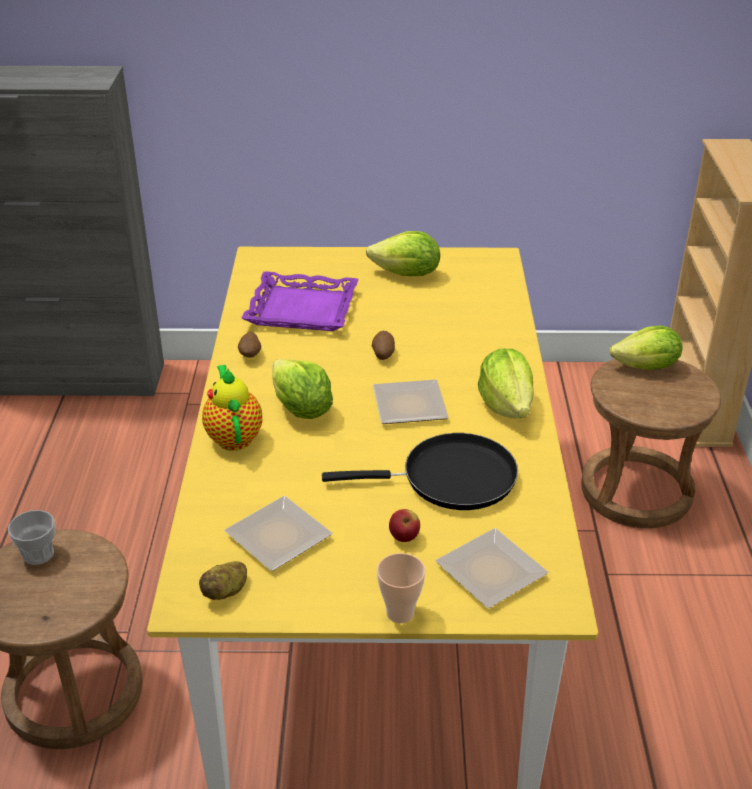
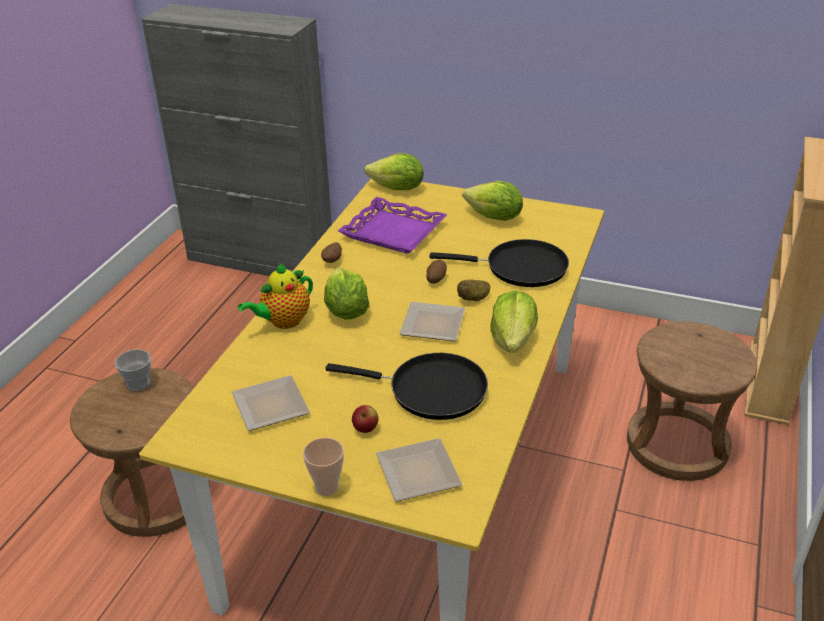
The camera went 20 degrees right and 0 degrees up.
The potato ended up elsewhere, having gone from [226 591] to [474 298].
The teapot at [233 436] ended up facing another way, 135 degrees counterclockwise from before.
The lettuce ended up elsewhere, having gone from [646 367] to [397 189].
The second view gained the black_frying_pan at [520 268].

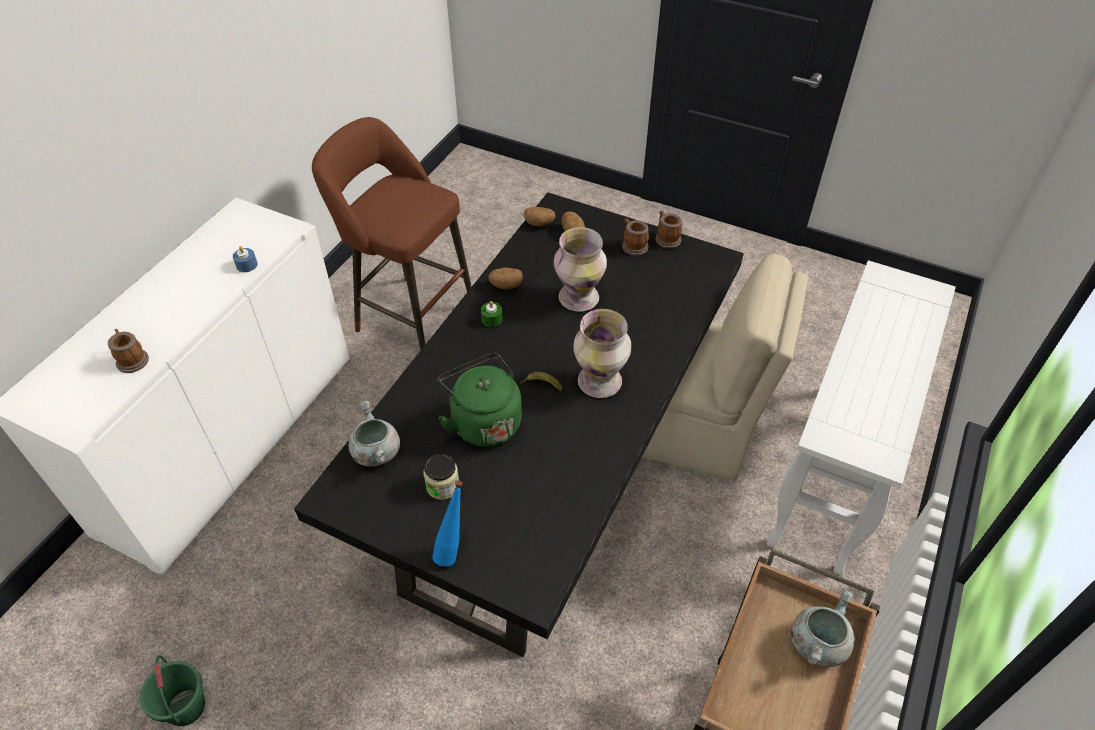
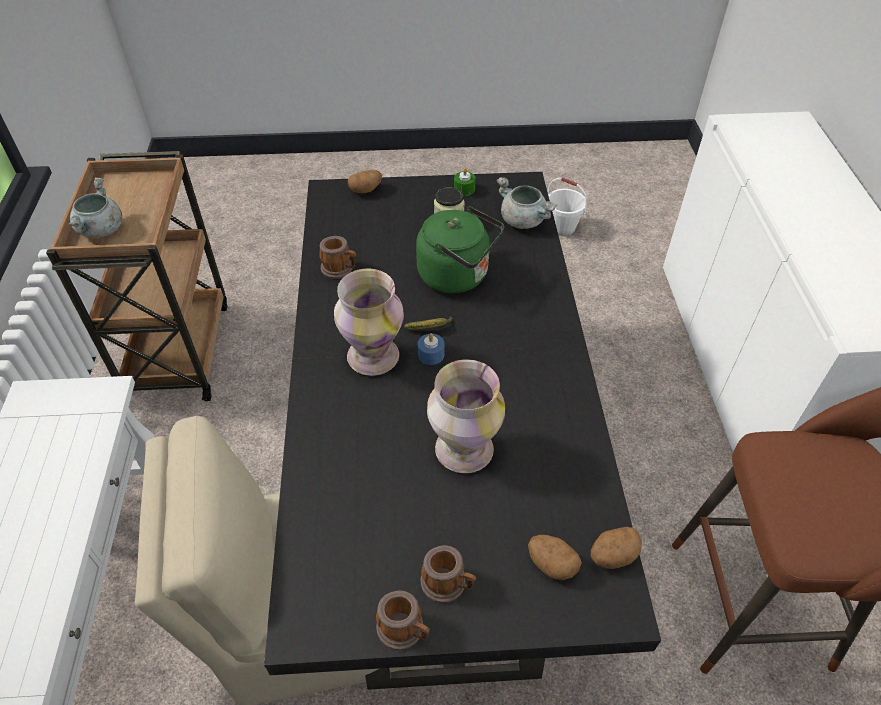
The camera went 150 degrees right and 0 degrees up.
The mug ended up elsewhere, having gone from [131 359] to [340 269].
What was the green_bucket at [185 707] turned into the white_bucket at [562 227].
The blue_candle ended up elsewhere, having gone from [247 265] to [431 355].
The second view lost the blue_bottle at [453 549].
The green_candle ended up elsewhere, having gone from [492 319] to [464 189].
The potato ended up elsewhere, having gone from [506 285] to [366 190].

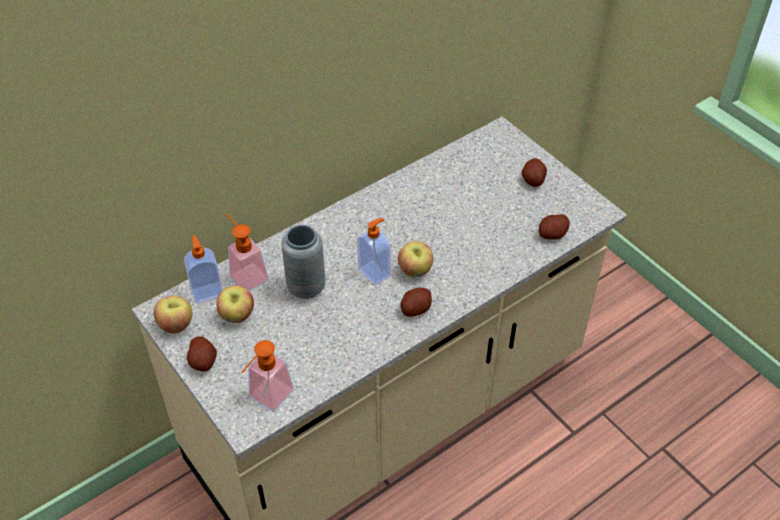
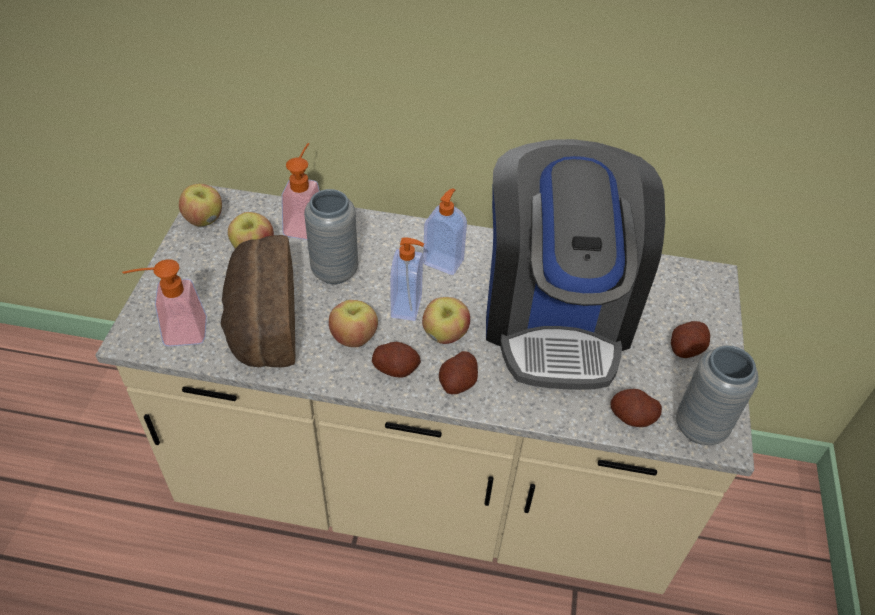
The camera went 45 degrees right and 0 degrees up.
The soap_dispenser ended up elsewhere, having gone from [207 292] to [444 261].
The potato ended up elsewhere, having gone from [203 361] to [458 382].
The second view gained the bread at [261 321].
The second view gained the apple at [354 337].
The second view gained the coffee_machine at [556 315].
The second view gained the grey_vase at [700 427].

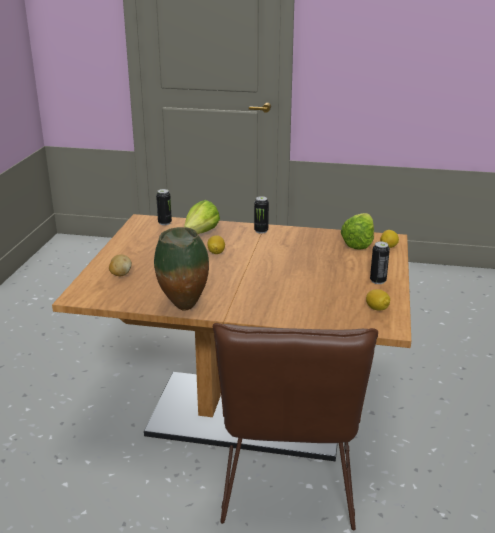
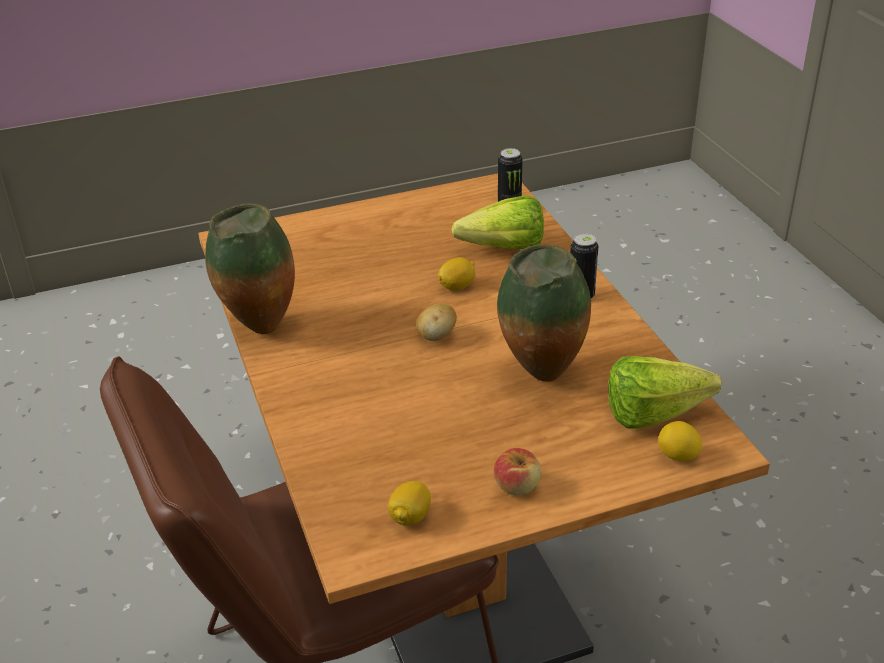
The camera went 60 degrees right and 10 degrees up.
The potato ended up elsewhere, having gone from [120 274] to [436 336].
Where the can stood at [378 281], the apple came to stand at [517 486].
The second view gained the vase at [541 377].

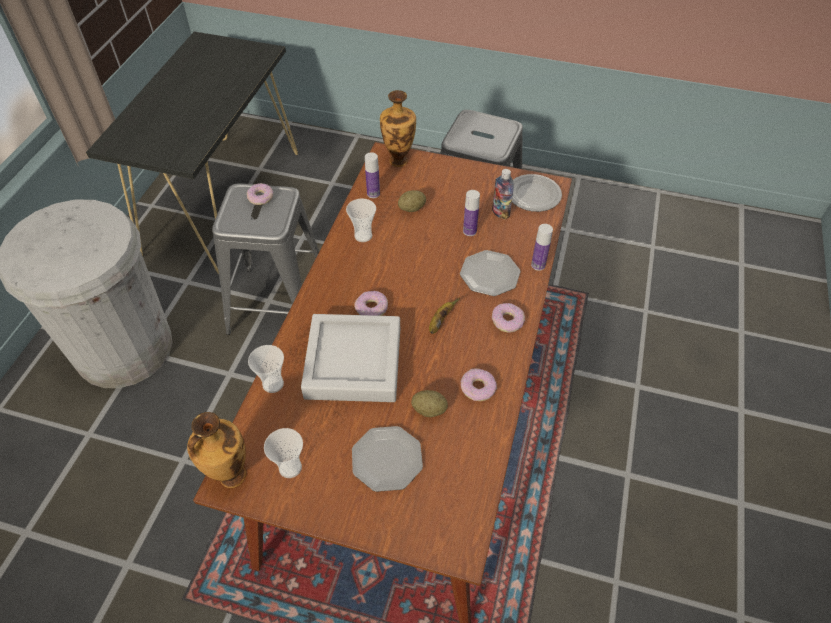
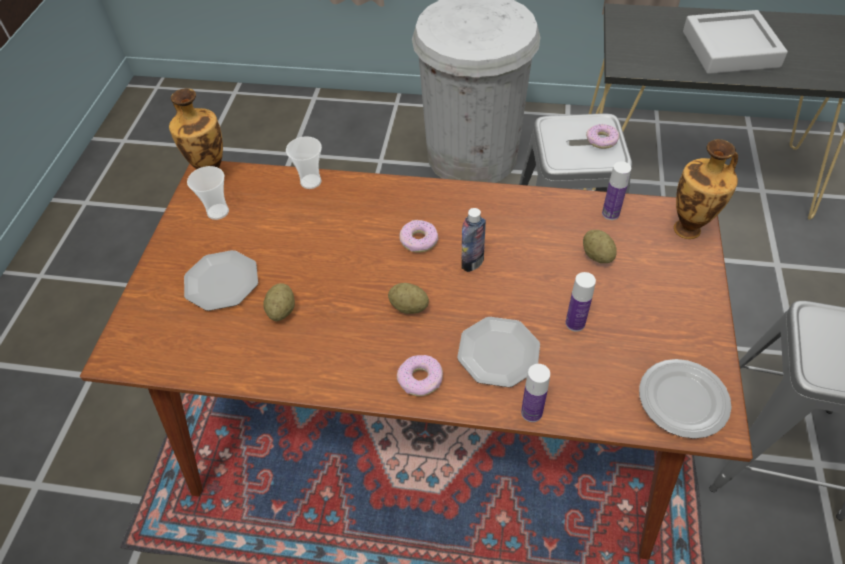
The camera went 85 degrees right and 0 degrees up.
The grey_tray ended up elsewhere, having gone from [353 363] to [730 49].
The second view lost the cup at [363 236].
Where the banana stood at [440 321], the potato came to stand at [409 307].
The second view lost the donut at [477 388].
The bottle ended up elsewhere, having gone from [500 213] to [472 262].

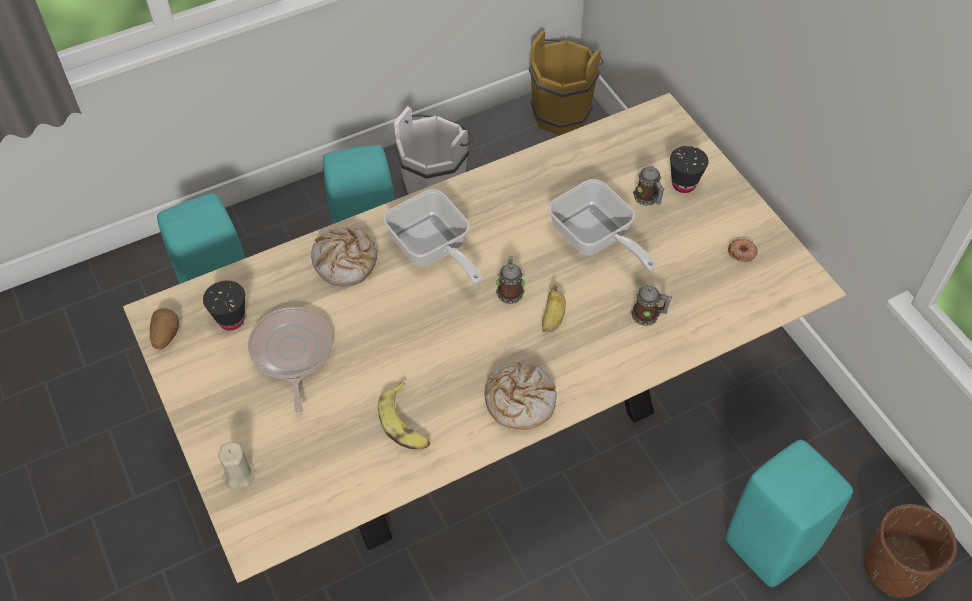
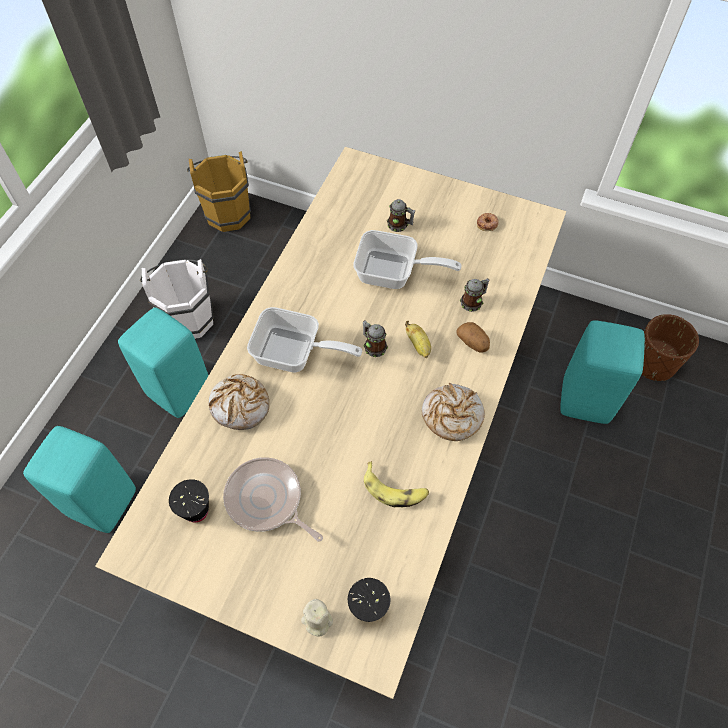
The camera went 40 degrees left and 5 degrees up.
The potato ended up elsewhere, having gone from [165 336] to [473 343].
The black_cup ended up elsewhere, having gone from [683 184] to [368 608].

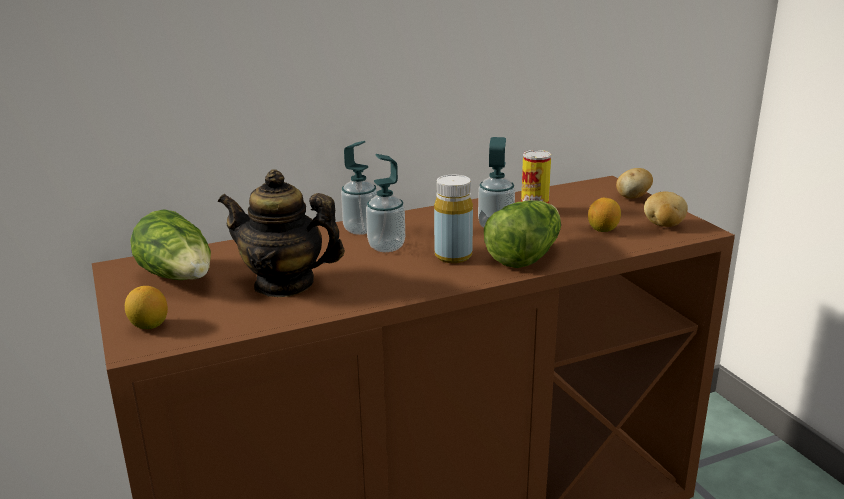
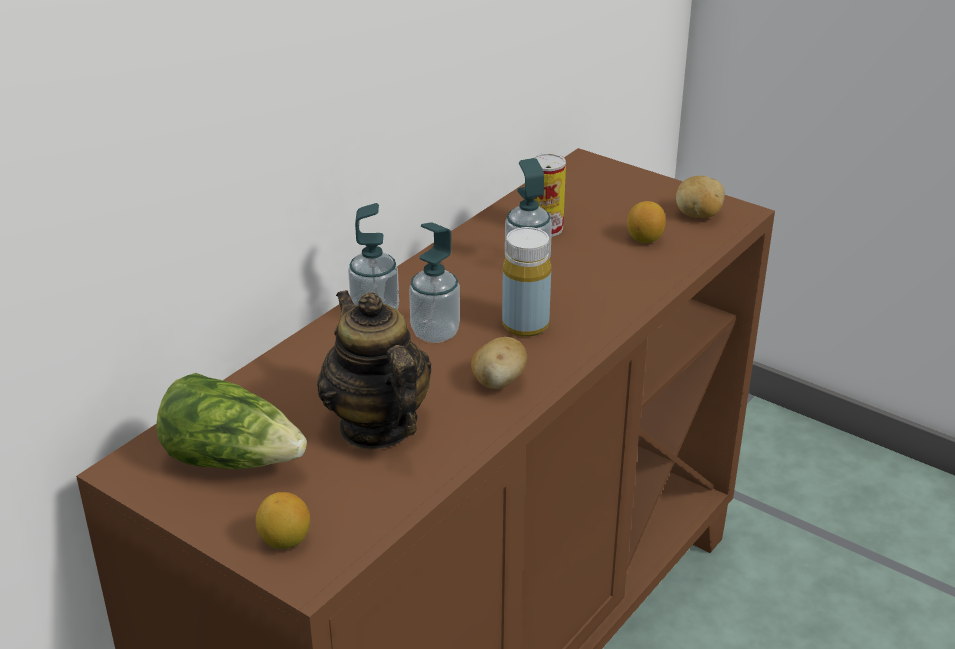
The camera went 30 degrees left and 10 degrees up.
The teapot at [284 284] ended up facing another way, 75 degrees clockwise from before.
The second view lost the lettuce at [524 255].
The potato ended up elsewhere, having gone from [632 197] to [499 382].

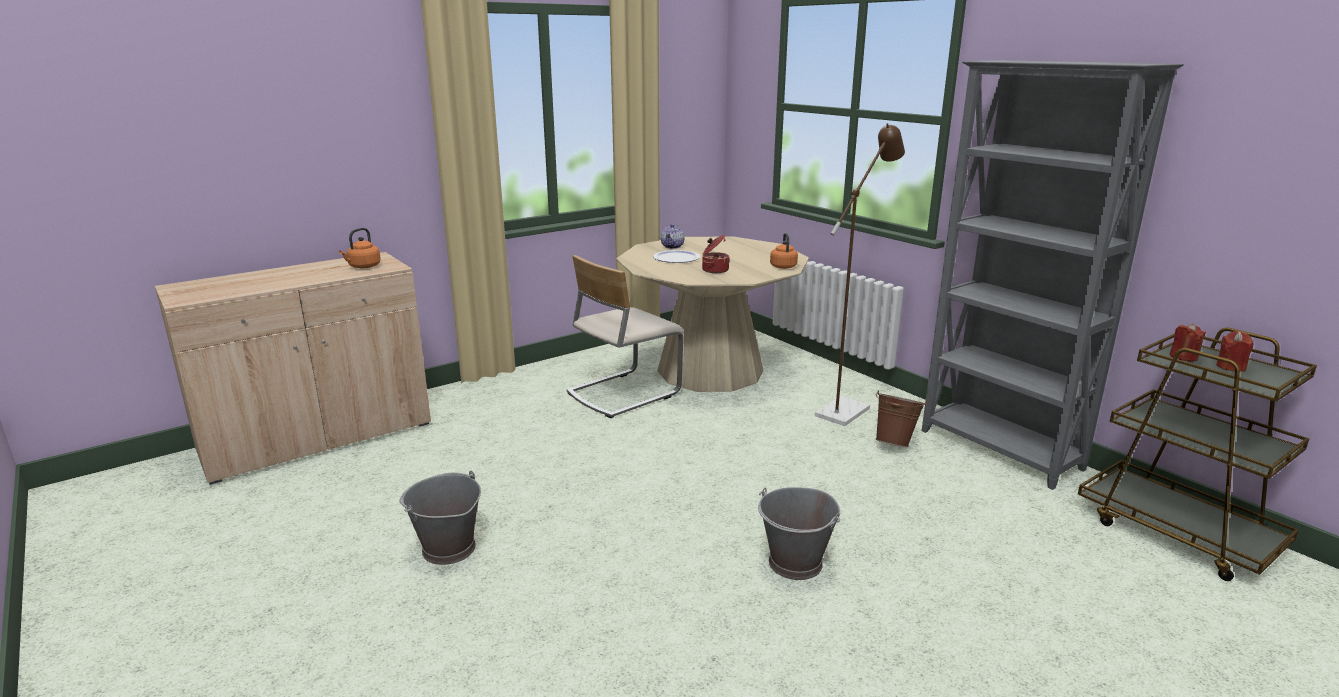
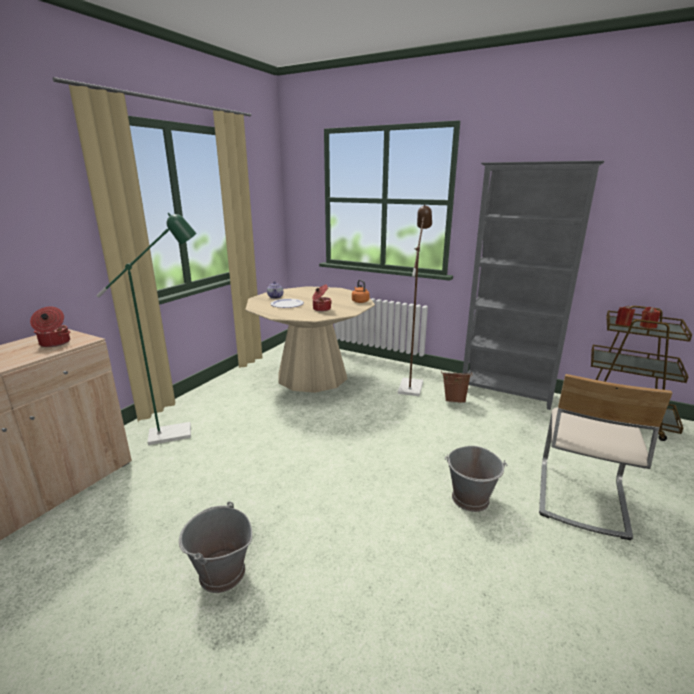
The camera went 25 degrees left and 0 degrees up.
Where the orange_kettle stood at [363 267], the cooking_pot came to stand at [54 343].
The beige_chair ended up elsewhere, having gone from [623 393] to [580 497].
The second view gained the green_floor_lamp at [179 432].

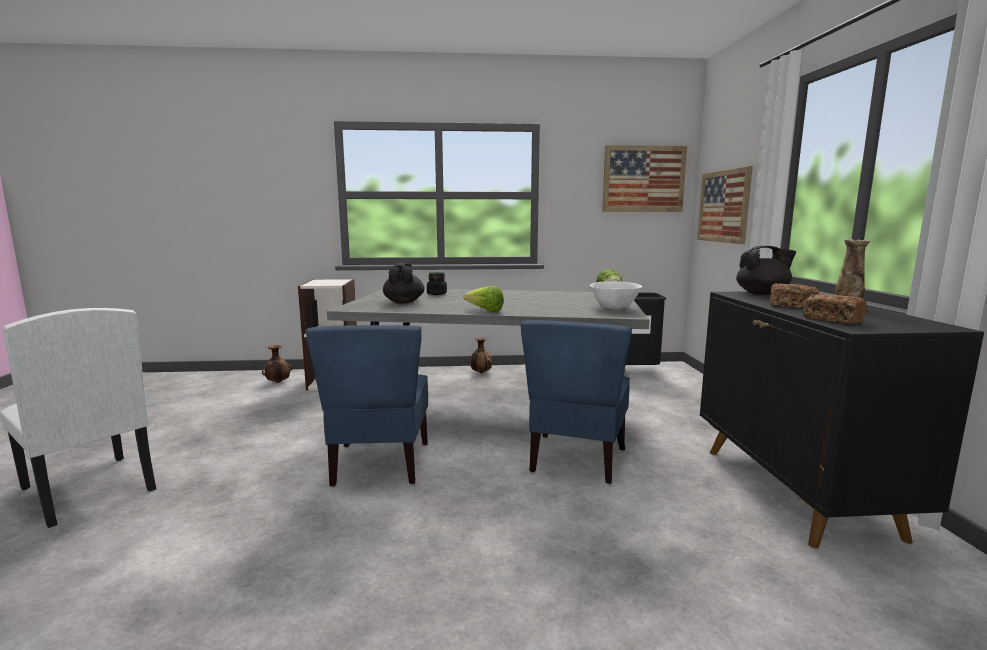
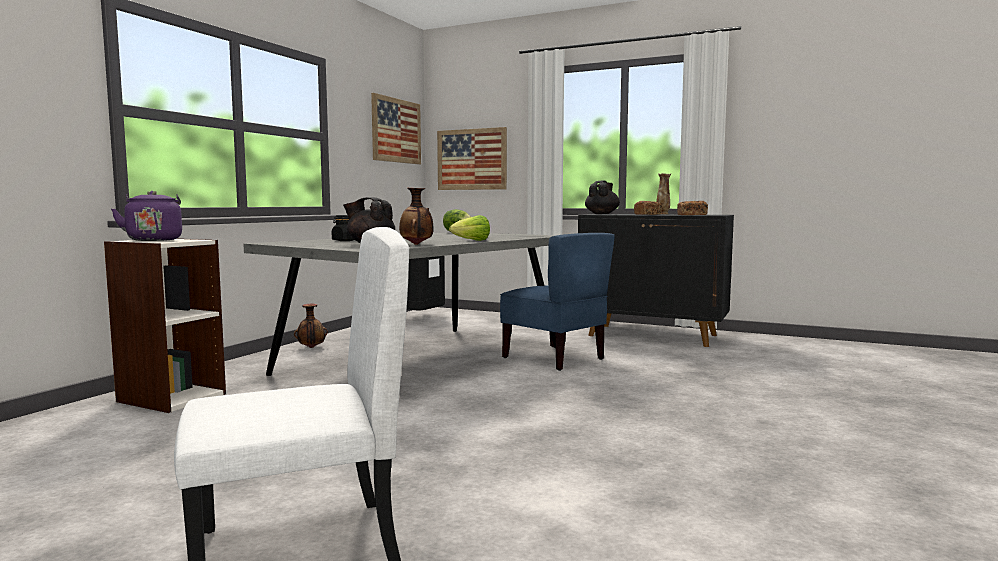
The camera went 60 degrees left and 5 degrees down.
The vase ended up elsewhere, having gone from [278 382] to [417 244].
The second view lost the blue_chair at [380 464].
The second view lost the white_bowl at [614 308].
The second view gained the purple_kettle at [154 240].

